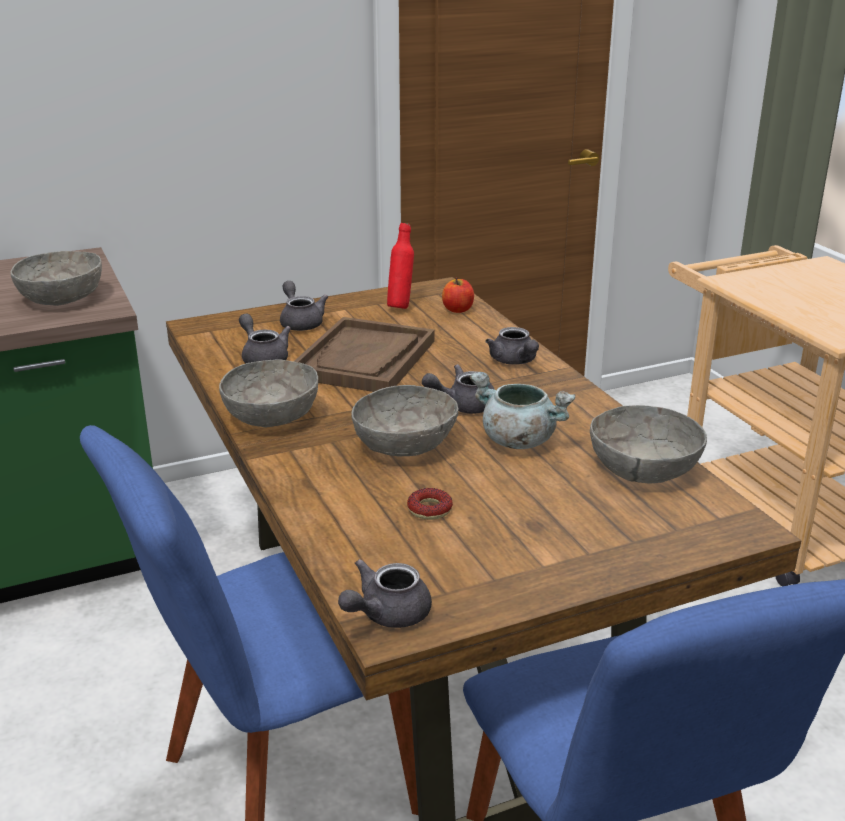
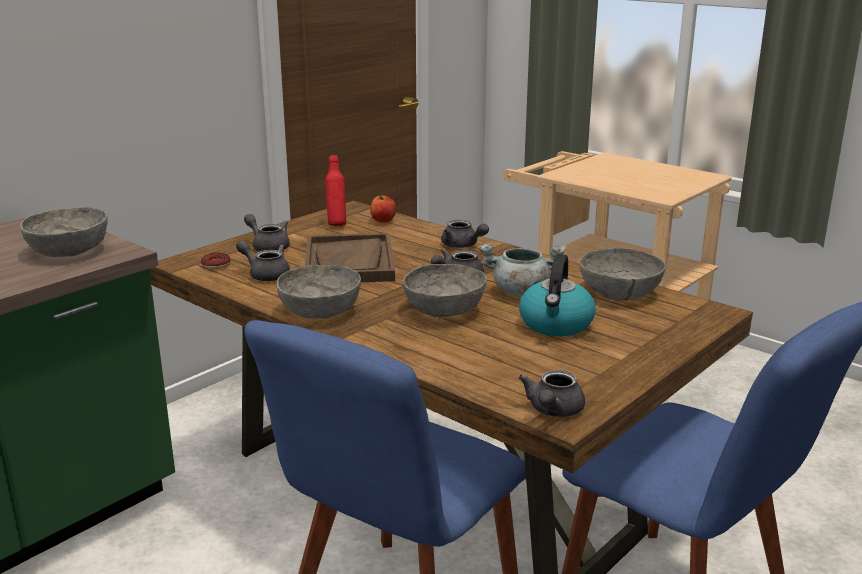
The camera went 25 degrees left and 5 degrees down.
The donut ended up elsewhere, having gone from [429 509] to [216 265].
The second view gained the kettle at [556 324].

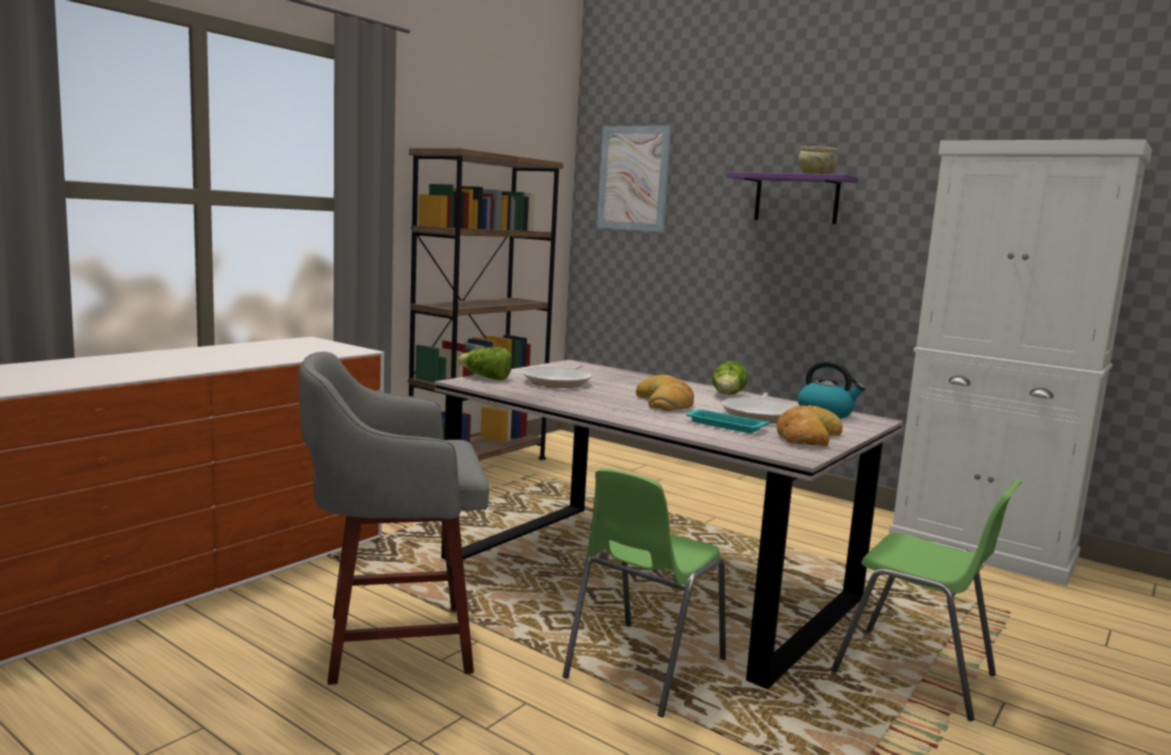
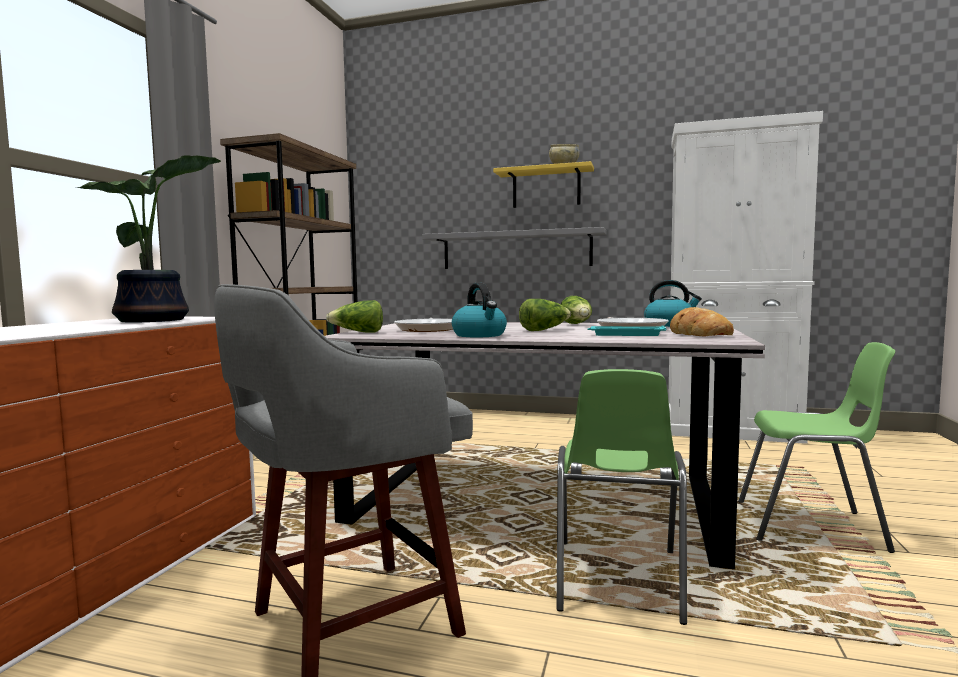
The camera went 20 degrees left and 5 degrees down.
The second view lost the picture at [633 178].
Where the bread stood at [665 402], the lettuce came to stand at [544 330].
What was the purple_shelf at [796 199] turned into the yellow_shelf at [546 188].
The second view gained the potted_plant at [156 320].
The second view gained the grey_shelf at [516 250].
The second view gained the kettle at [480 335].

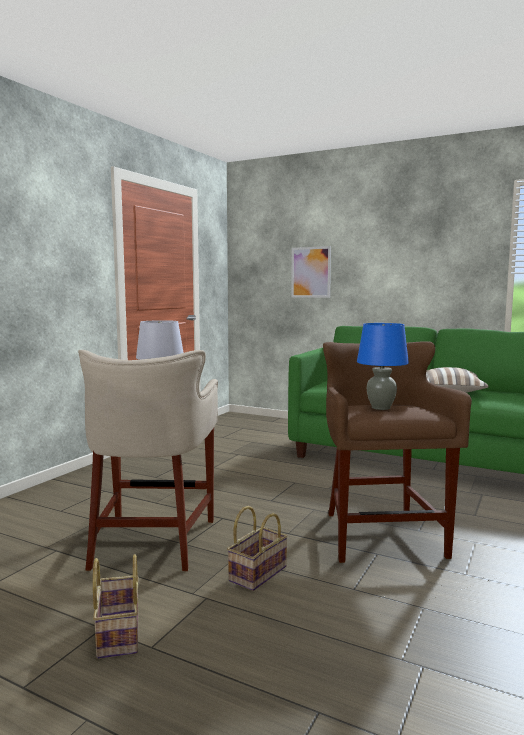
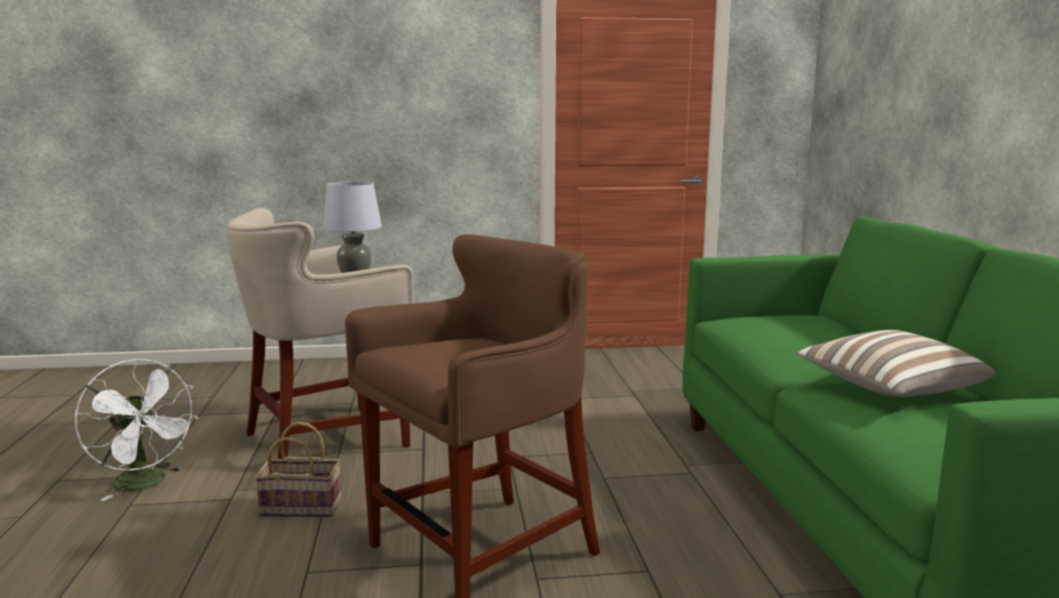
The camera went 55 degrees right and 5 degrees up.
Where the basket stood at [117 633], the white_fan came to stand at [146 484].
The second view lost the picture at [311 272].
The second view lost the blue_table_lamp at [381 408].

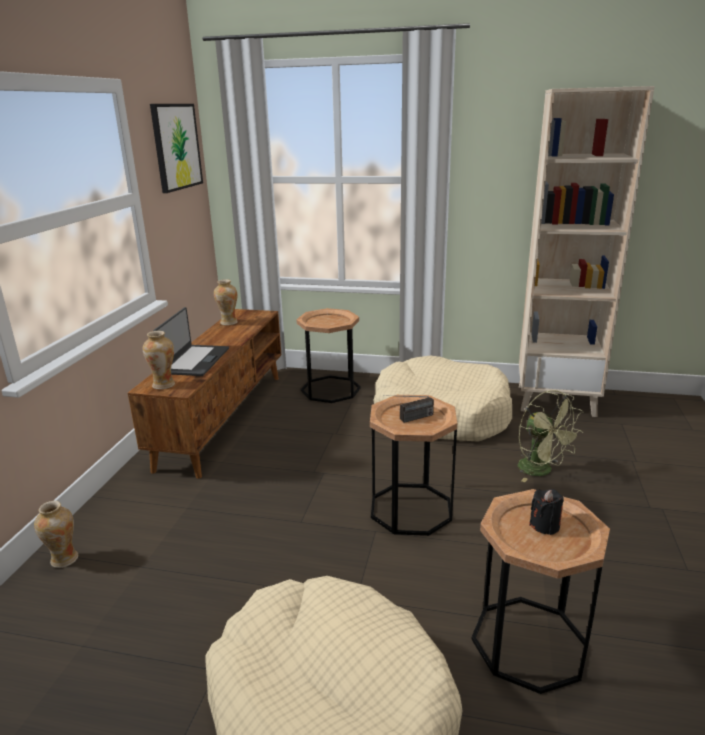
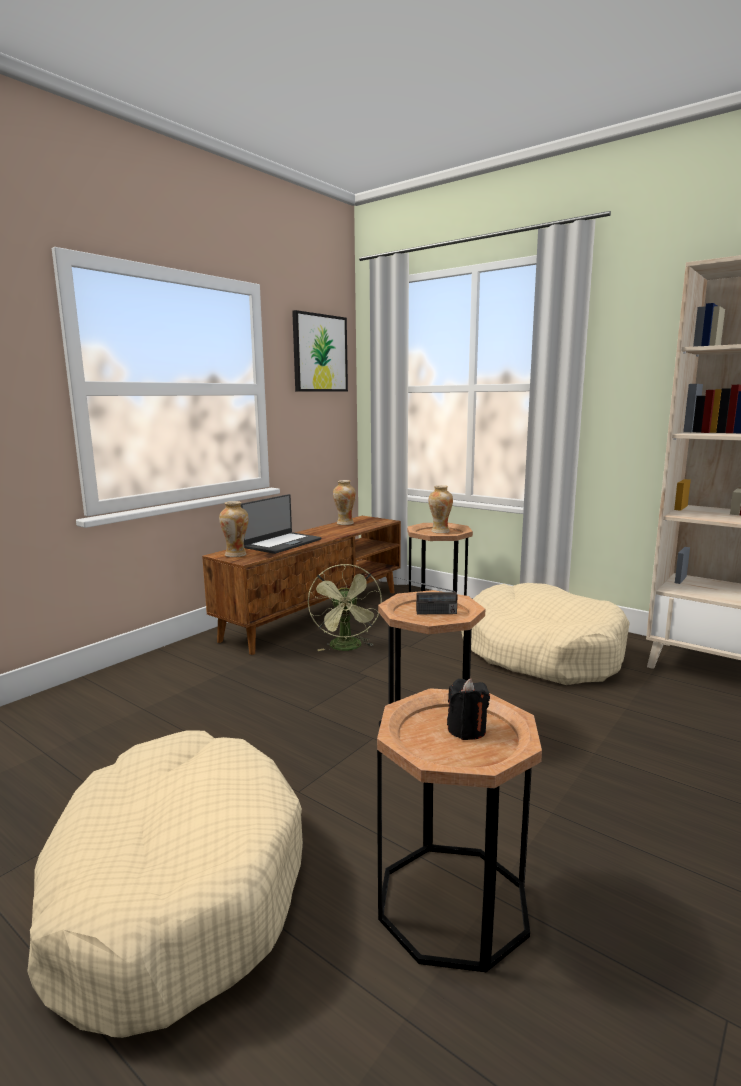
The camera went 25 degrees right and 10 degrees down.
The vase ended up elsewhere, having gone from [64 559] to [440 531].
The green_fan ended up elsewhere, having gone from [541 471] to [347 648].

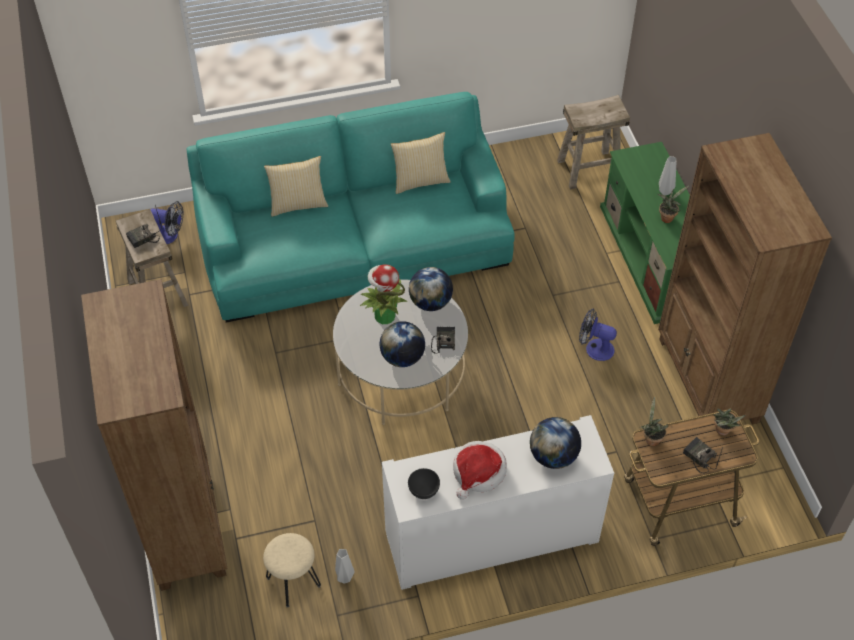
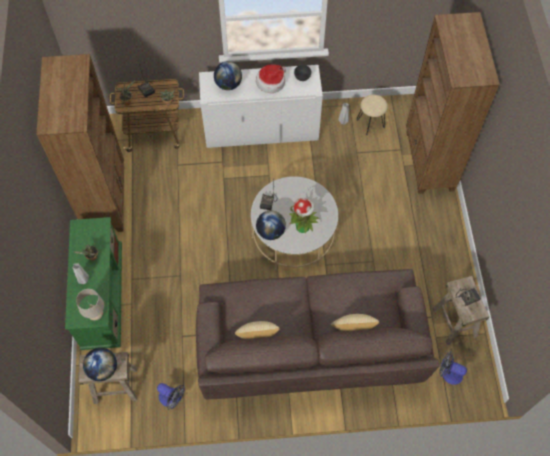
The camera went 170 degrees left and 10 degrees up.
What was the turquoise_sofa at [354 242] turned into the brown_sofa at [310 344].
The globe ended up elsewhere, having gone from [402 357] to [103 369].
The fan ended up elsewhere, having gone from [594 348] to [172 399].
The second view gained the beige_table_lamp at [96 315].

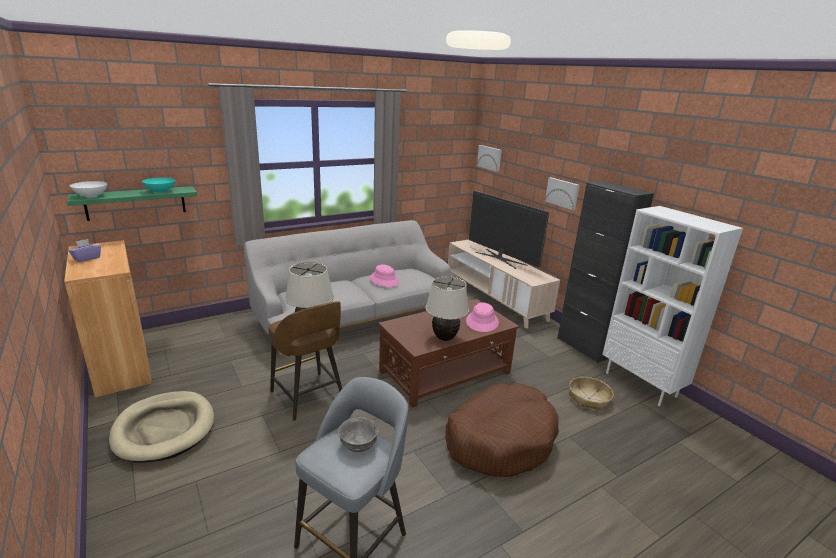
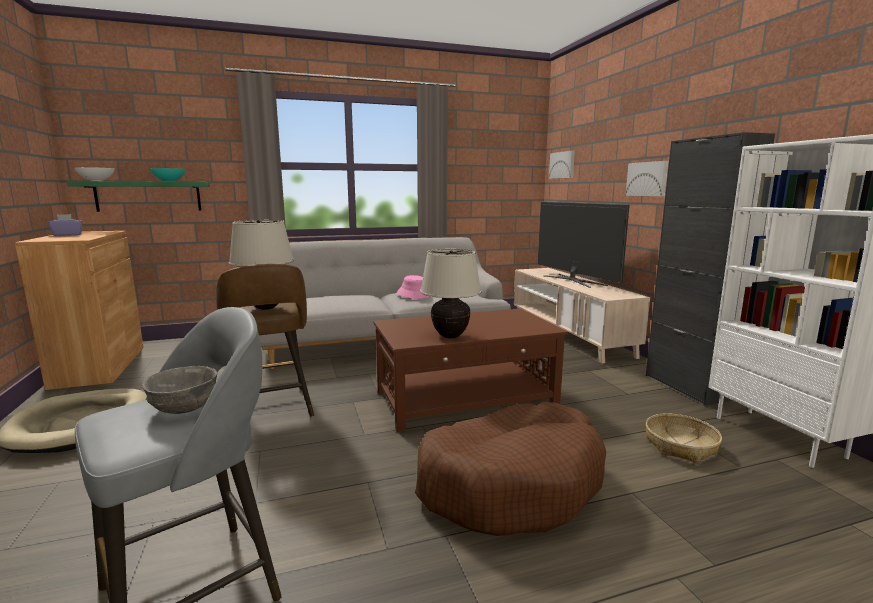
The camera went 15 degrees right and 10 degrees down.
The second view lost the pink_hat at [482 322].

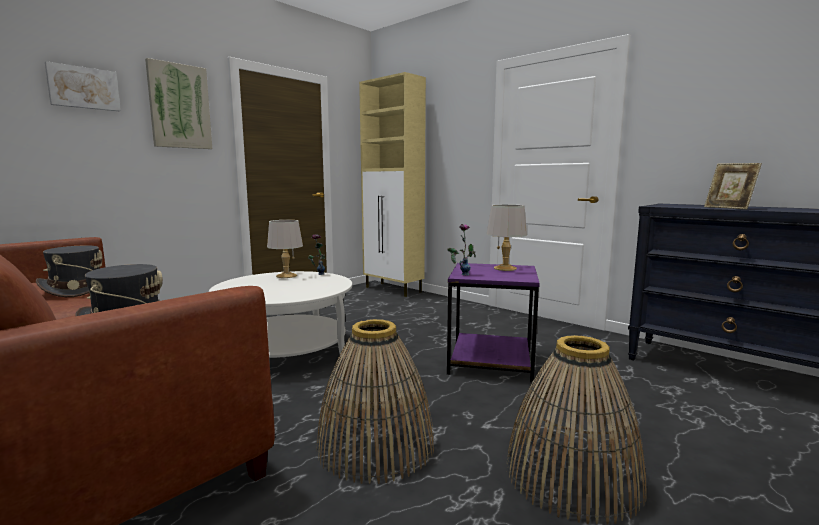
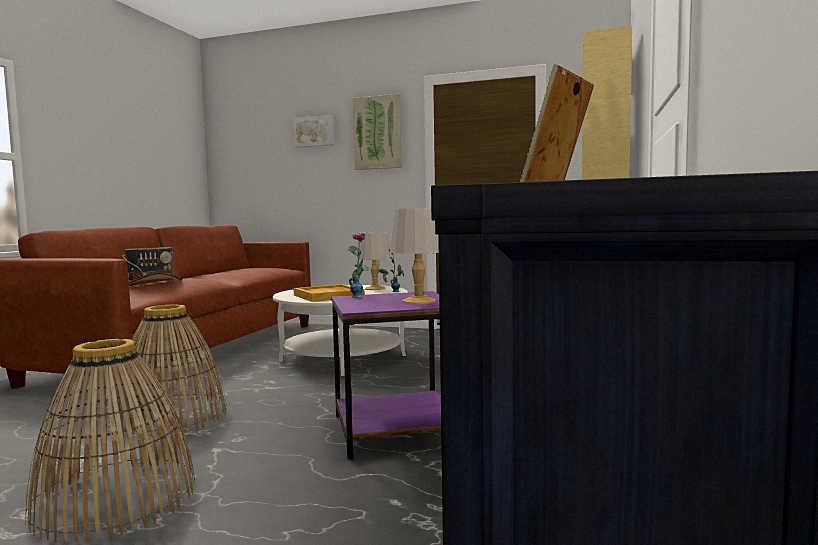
The camera went 65 degrees right and 5 degrees down.
The second view lost the grey_hat at [76 289].
The second view gained the beige_tray at [329 296].

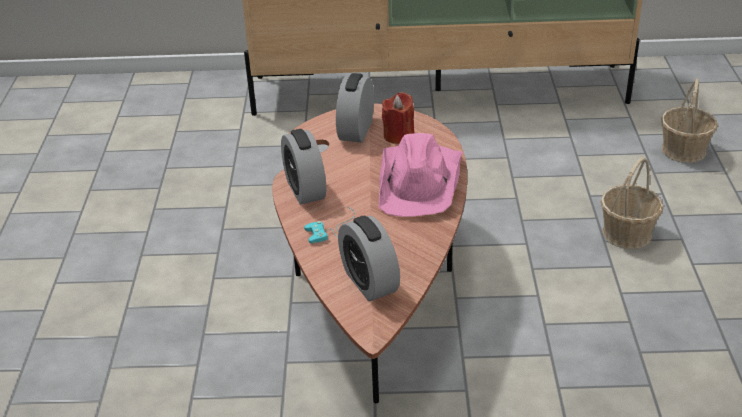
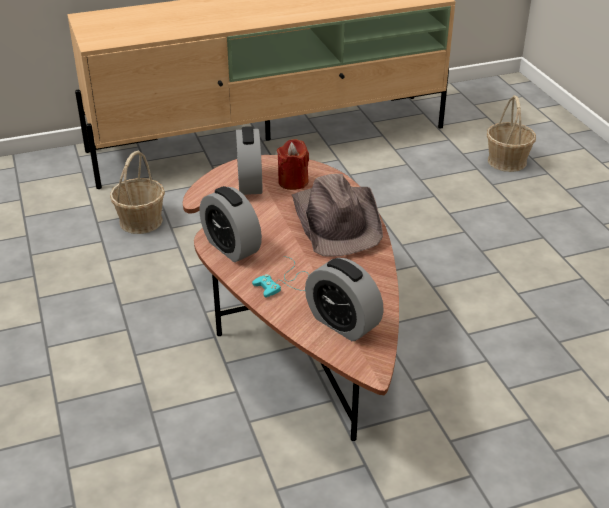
The camera went 20 degrees left and 0 degrees up.
What was the pink_hat at [420 181] turned into the brown_hat at [337 221].
The basket ended up elsewhere, having gone from [627 233] to [141 221].

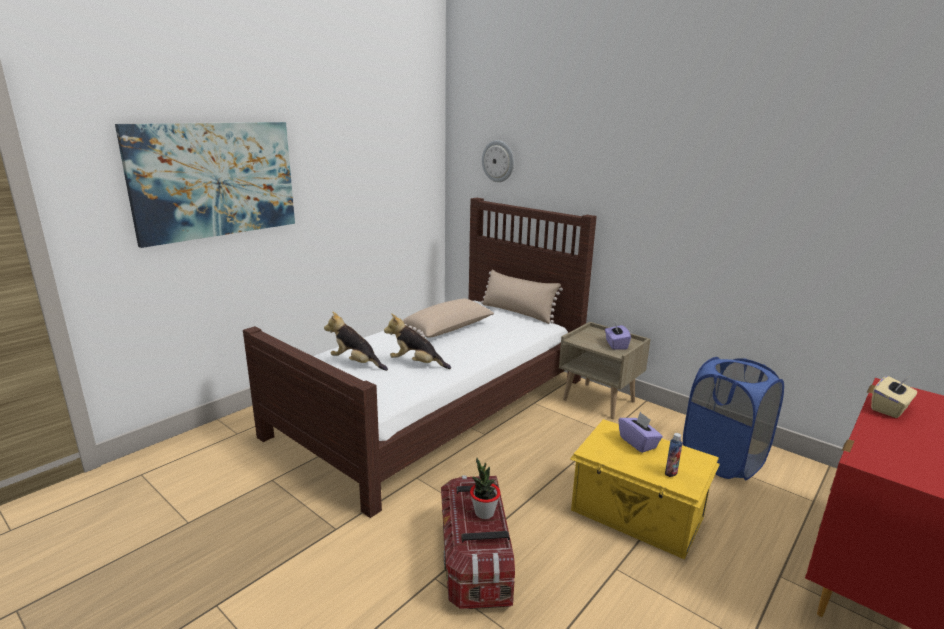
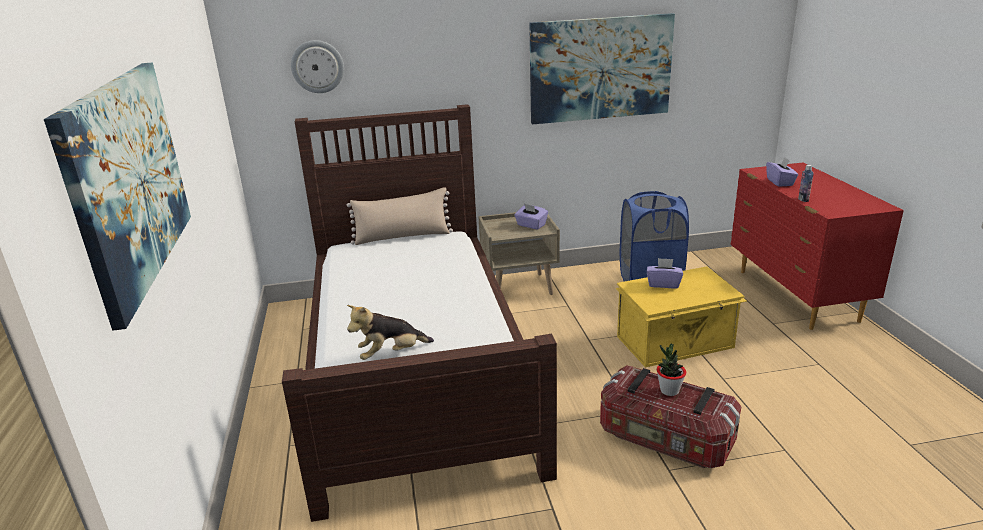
The camera went 50 degrees left and 5 degrees up.
The second view lost the plush_toy at [416 364].
The second view lost the beige_pillow at [448 330].
The bottle ended up elsewhere, having gone from [671 472] to [803 199].
What was the beige_tissue_box at [890 409] turned into the purple_tissue_box at [780 182].
The second view gained the picture at [600 69].

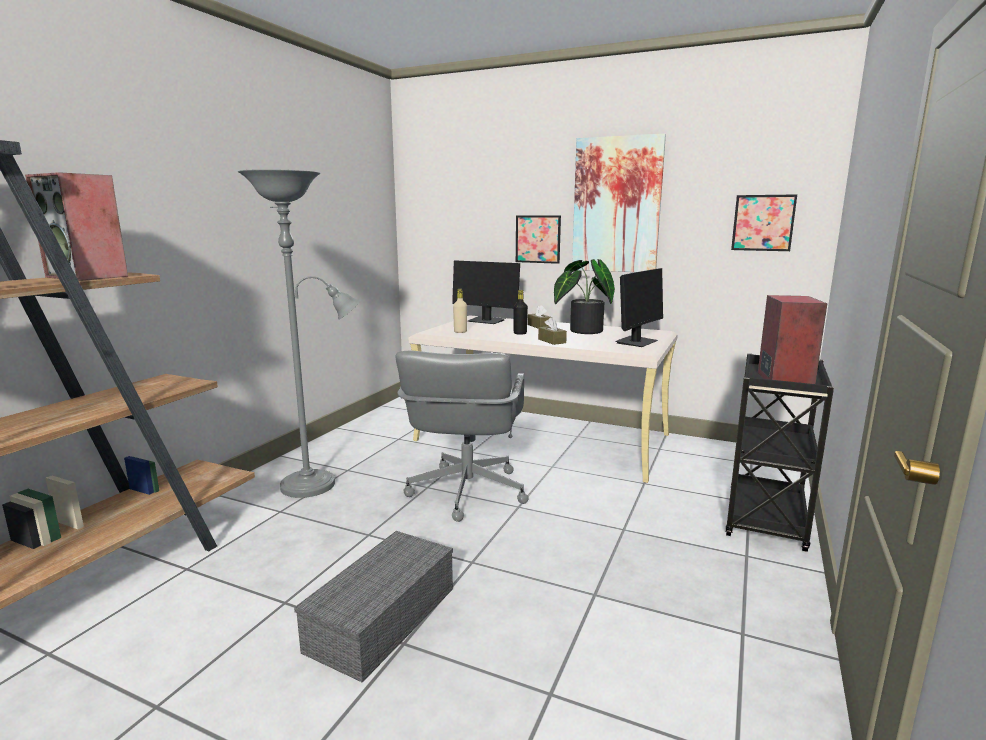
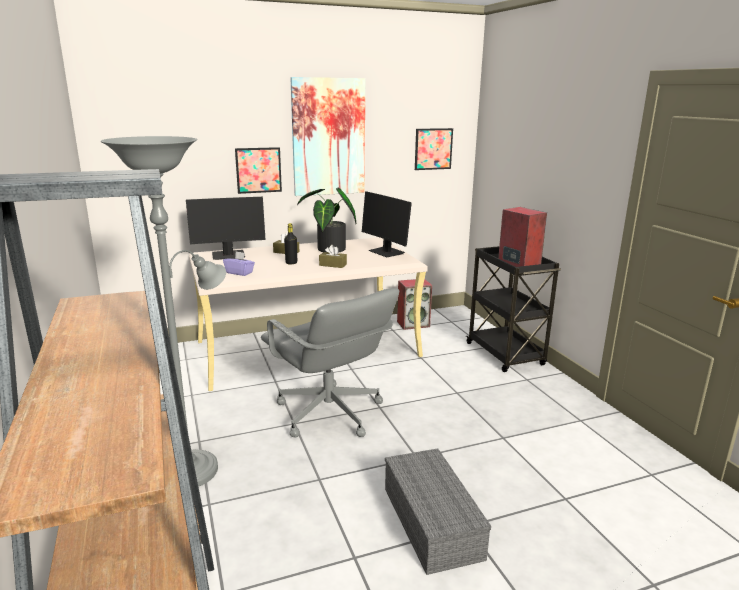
The camera went 45 degrees left and 5 degrees up.
The speaker ended up elsewhere, having gone from [88 276] to [413 324].
Where the beige_bottle stood at [460 332], the purple_tissue_box came to stand at [239 273].
The monitor at [636 342] ended up facing another way, 150 degrees clockwise from before.

